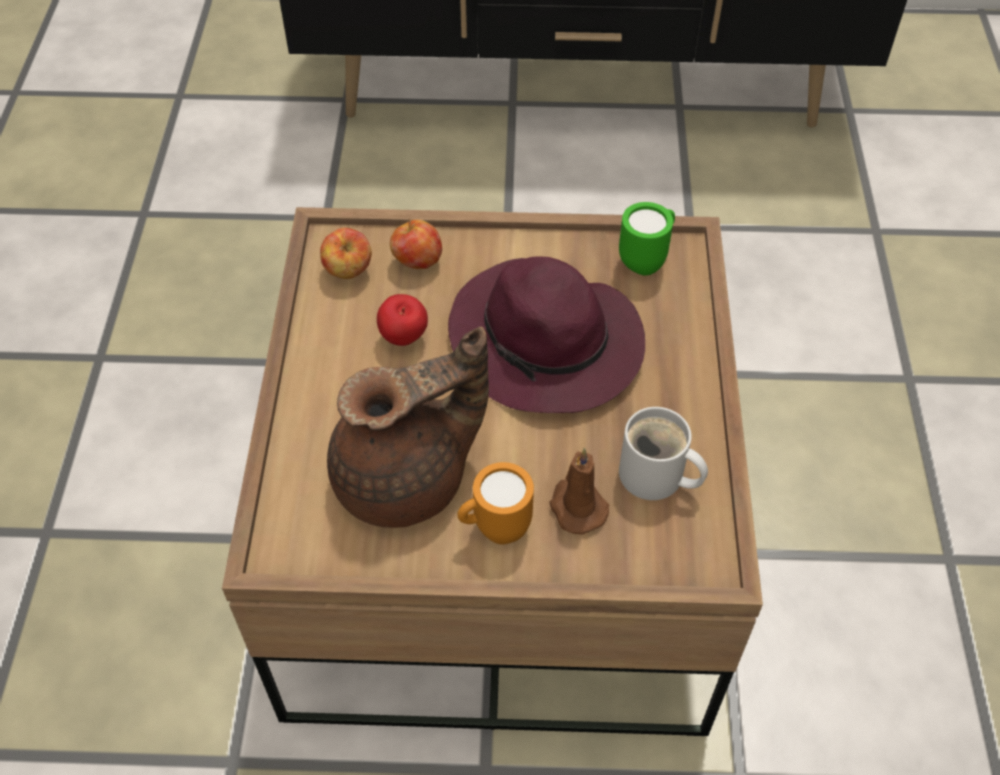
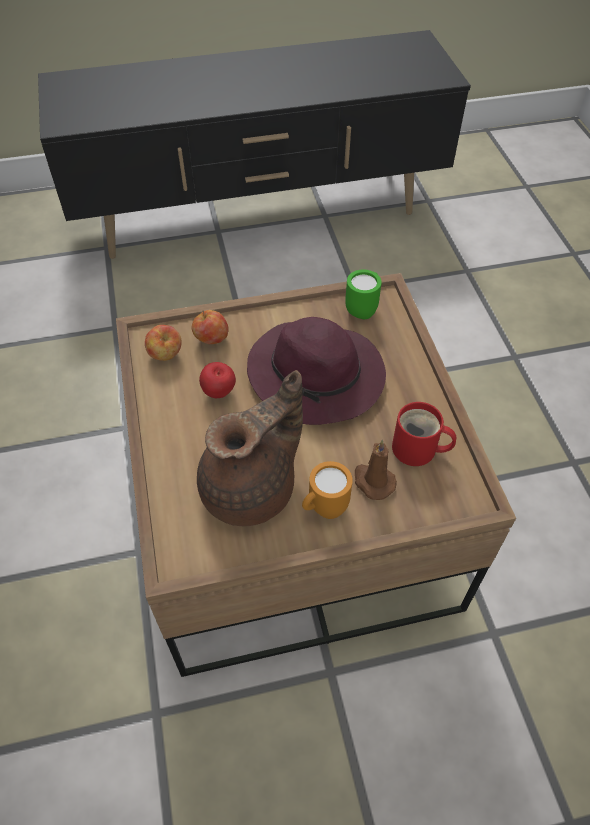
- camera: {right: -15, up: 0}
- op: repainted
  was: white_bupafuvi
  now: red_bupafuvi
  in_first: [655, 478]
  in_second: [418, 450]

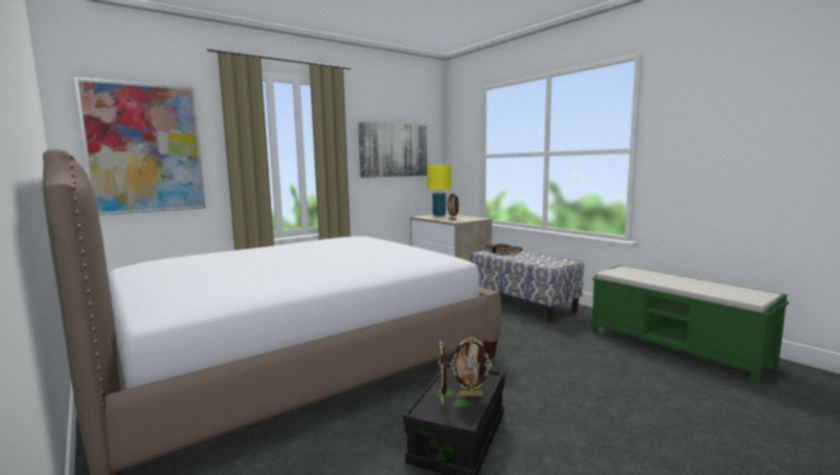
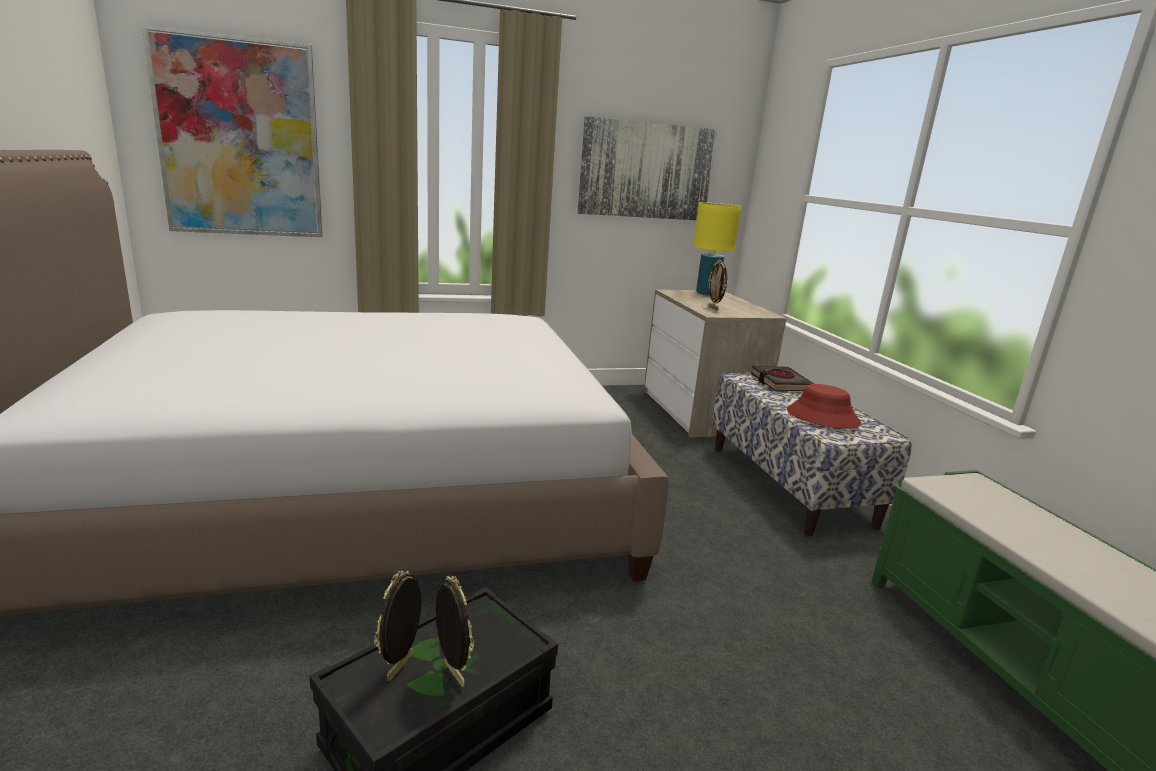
- camera: {right: 20, up: 10}
- op: rotated
  was: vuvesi
  in_first: [470, 395]
  in_second: [452, 674]
  clockwise: -150
- op: new
  now: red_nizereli
  in_second: [822, 417]

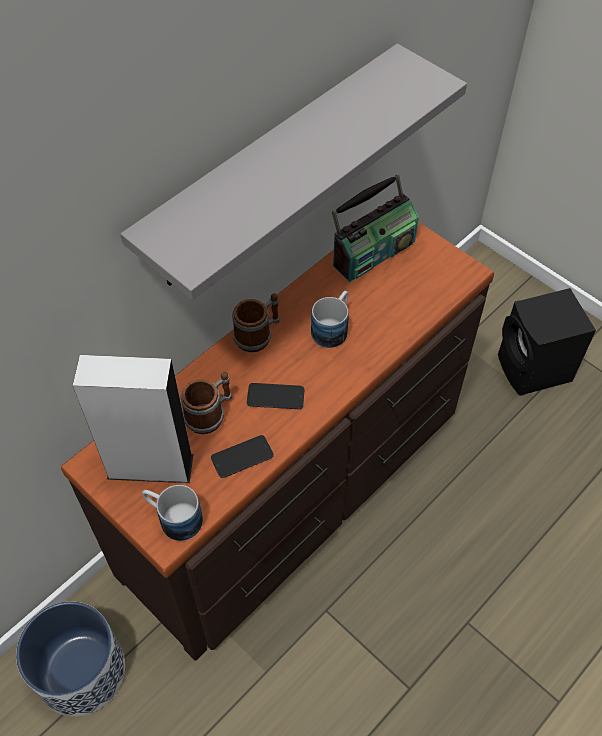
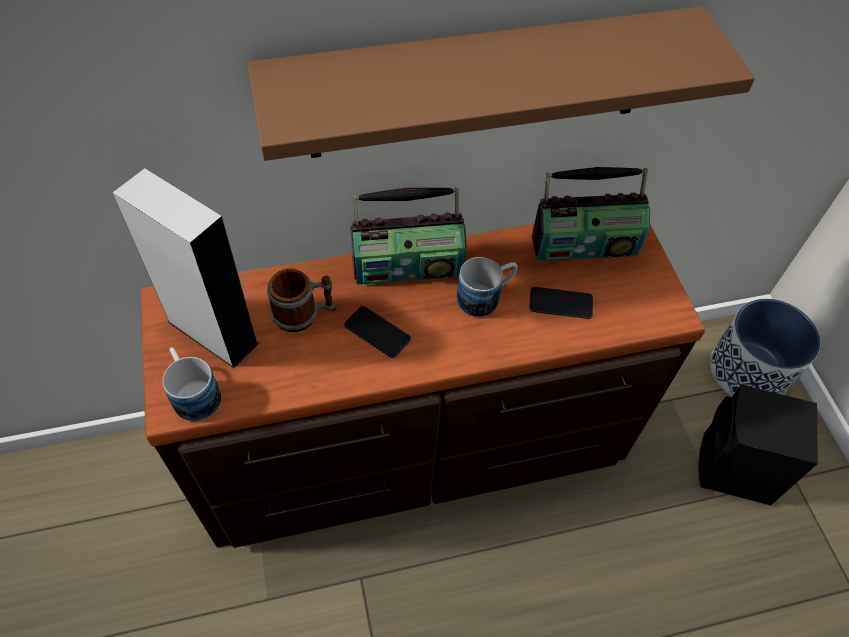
- camera: {right: 30, up: 0}
- op: shifted
  was: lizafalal
  in_first: [82, 671]
  in_second: [748, 371]
- op: repainted
  was: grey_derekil
  now: brown_derekil
  in_first: [272, 169]
  in_second: [480, 85]
- op: shifted
  was: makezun
  in_first: [242, 457]
  in_second: [560, 303]
- op: swapped
  was: bupafuvi
  now: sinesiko
  in_first: [258, 335]
  in_second: [407, 265]

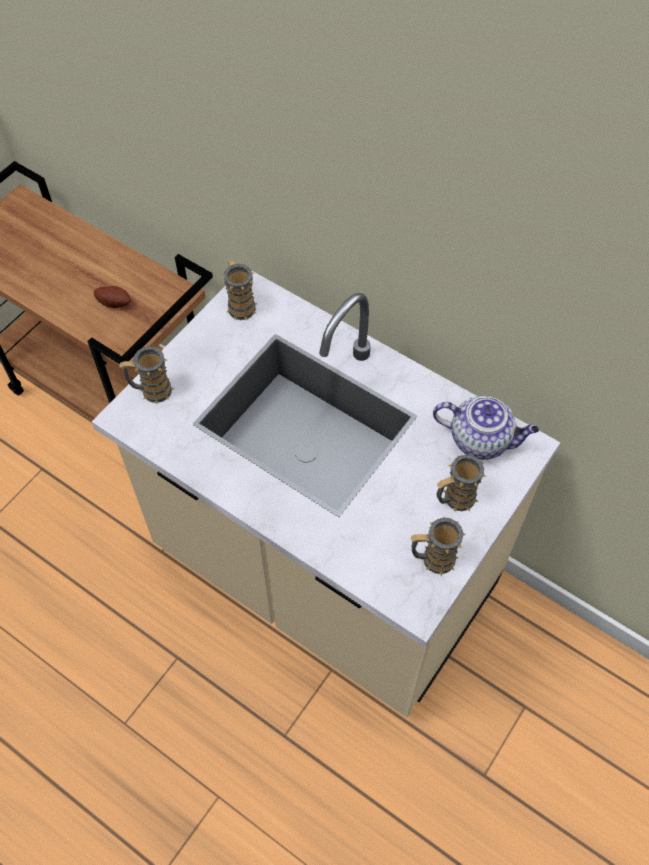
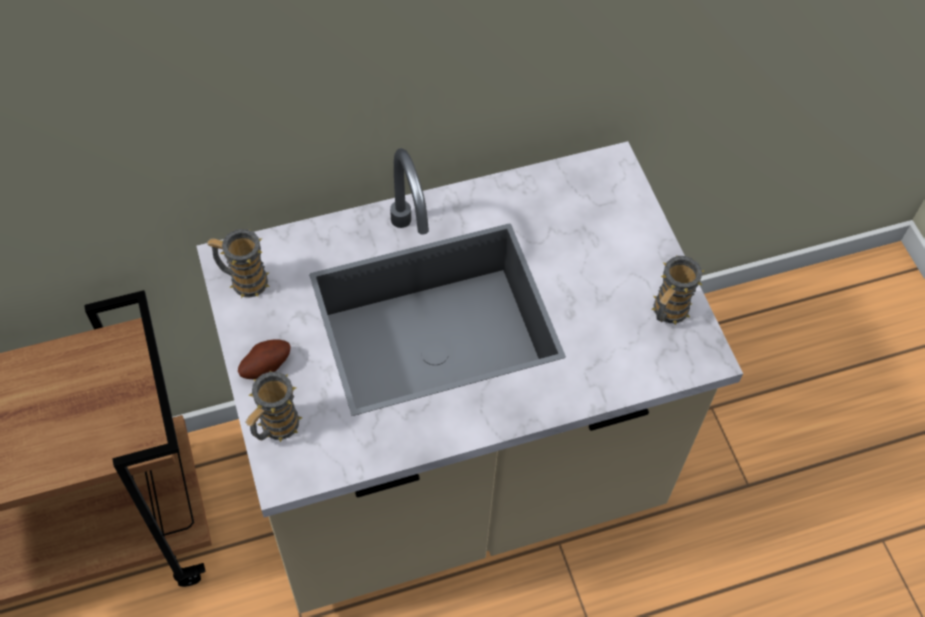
- camera: {right: -55, up: 0}
- op: shifted
  was: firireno
  in_first: [114, 302]
  in_second: [265, 366]
- op: gone
  was: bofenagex
  in_first: [481, 440]
- op: gone
  was: bupafuvi
  in_first: [454, 499]

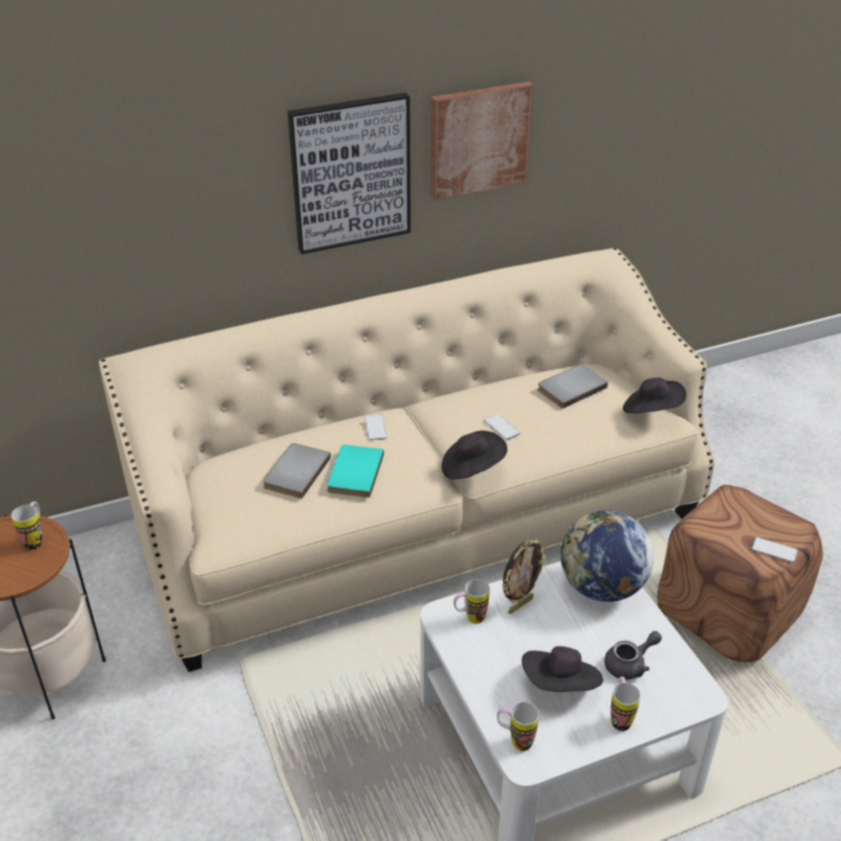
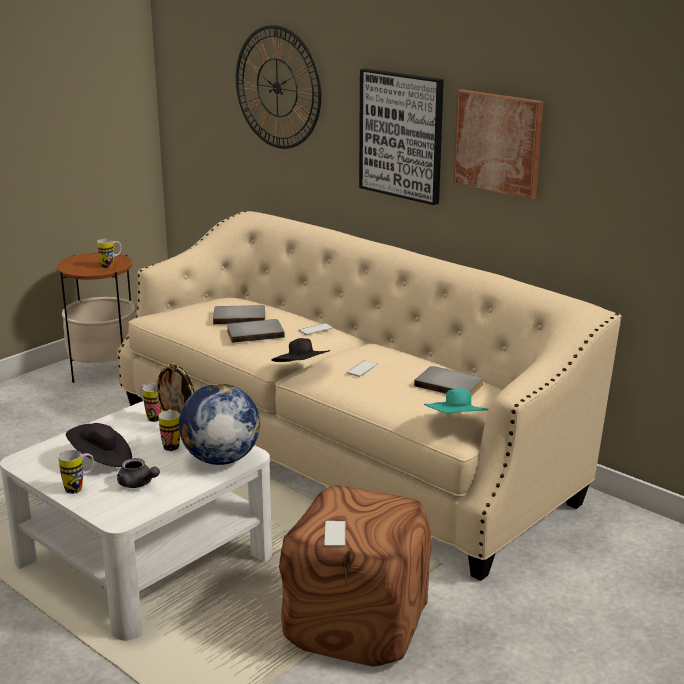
- camera: {right: 65, up: -15}
- op: repainted
  was: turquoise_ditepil
  now: grey_ditepil
  in_first: [353, 473]
  in_second: [254, 332]
- op: shifted
  was: bupafuvi
  in_first: [515, 740]
  in_second: [171, 444]
- op: repainted
  was: black_nizereli
  now: turquoise_nizereli
  in_first: [651, 411]
  in_second: [457, 424]
- op: new
  now: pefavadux
  in_second: [277, 87]

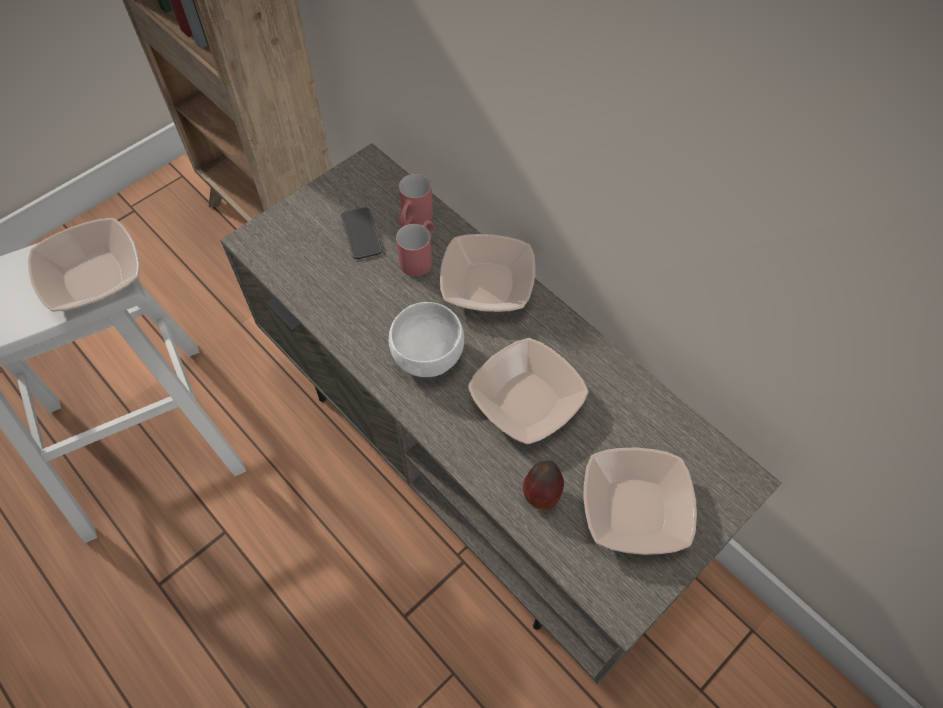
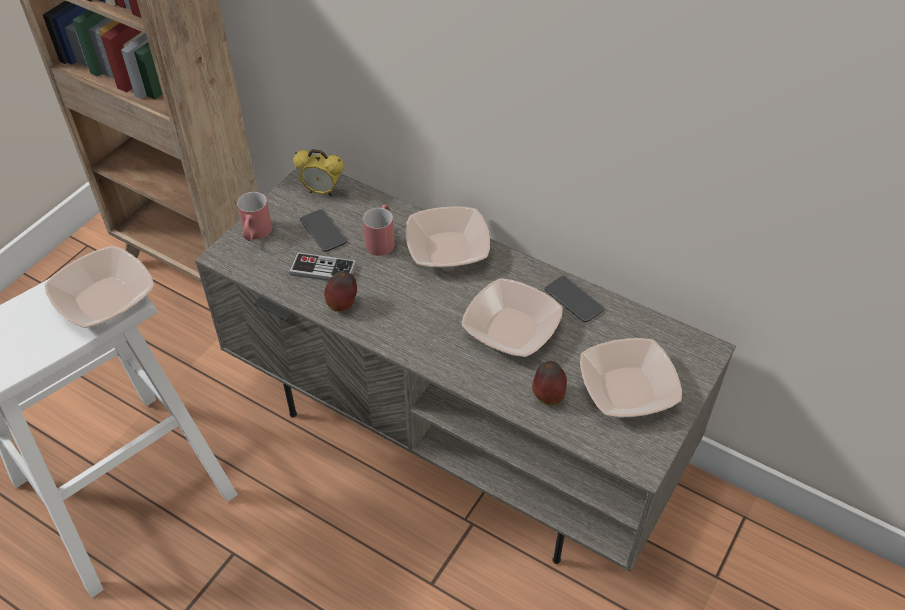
- camera: {right: -15, up: -10}
- op: gone
  was: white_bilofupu
  in_first: [427, 356]
- op: shifted
  was: red_bupafuvi
  in_first: [413, 220]
  in_second: [255, 234]
- op: new
  now: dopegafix
  in_second: [323, 269]
- op: new
  now: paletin
  in_second: [322, 191]
- op: new
  now: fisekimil
  in_second: [343, 305]
- op: new
  now: makezun
  in_second: [574, 300]

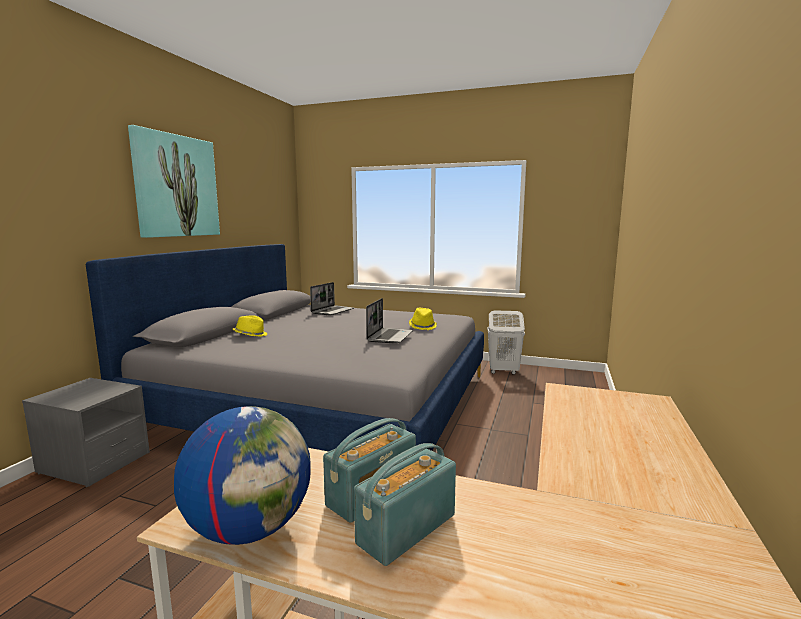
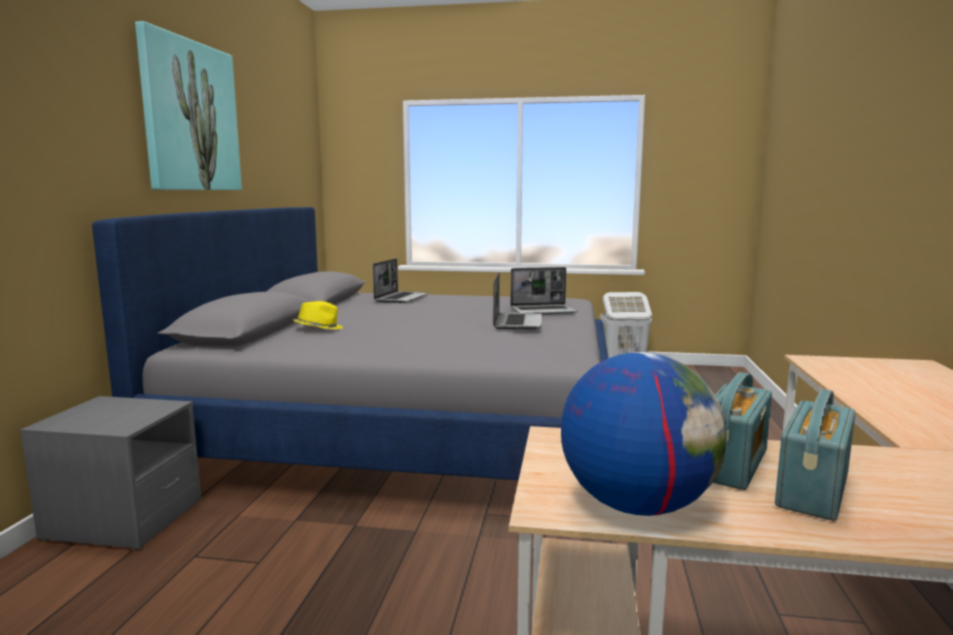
- camera: {right: -10, up: 0}
- op: swapped
  was: yellow_nizereli
  now: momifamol
  in_first: [423, 326]
  in_second: [543, 311]

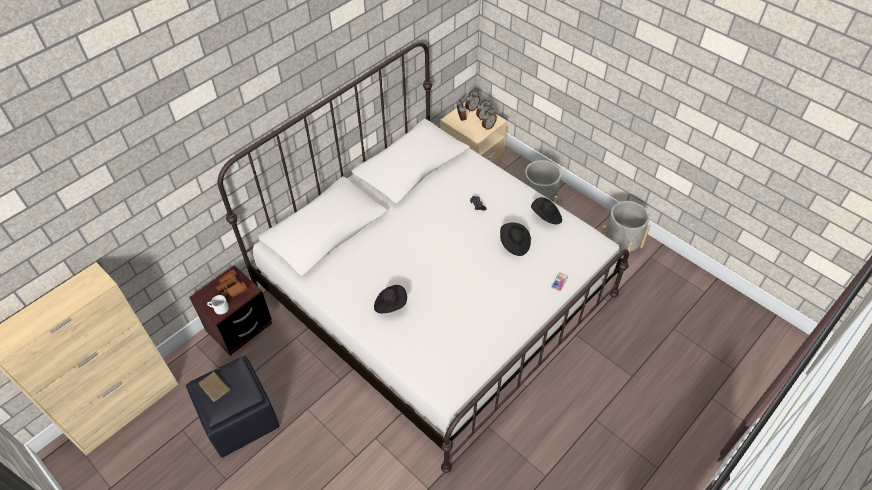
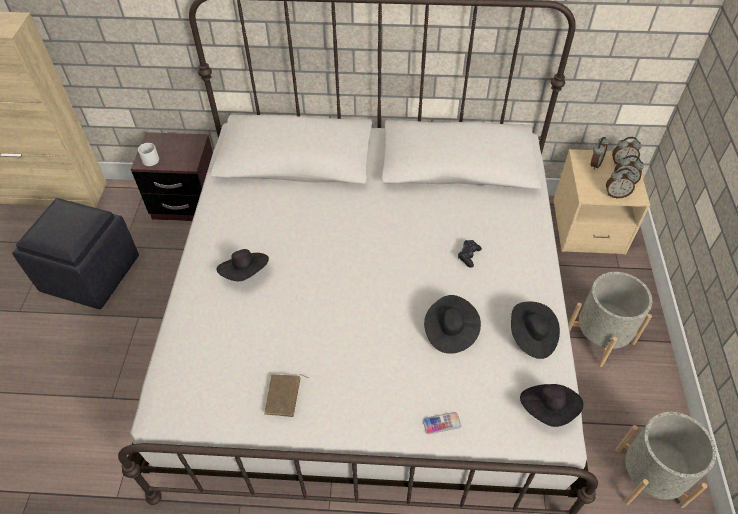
- camera: {right: 50, up: 0}
- op: shifted
  was: brown_ditepil
  in_first: [215, 387]
  in_second: [284, 396]
- op: gone
  was: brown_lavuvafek
  in_first: [232, 287]
- op: new
  now: black_nizereli
  in_second: [548, 409]

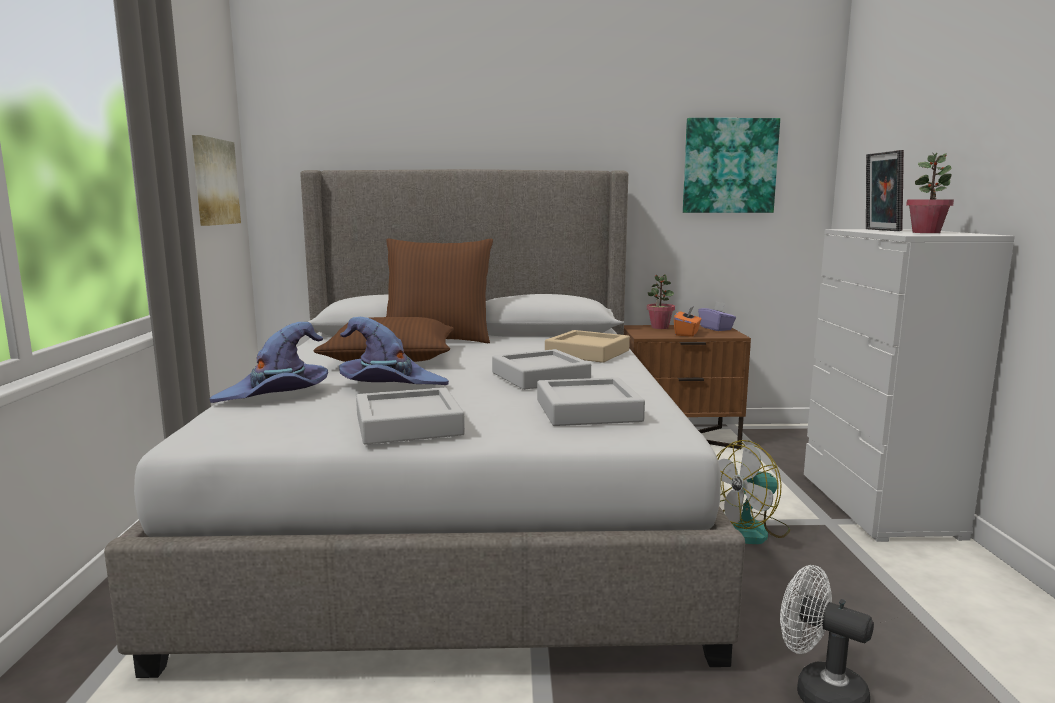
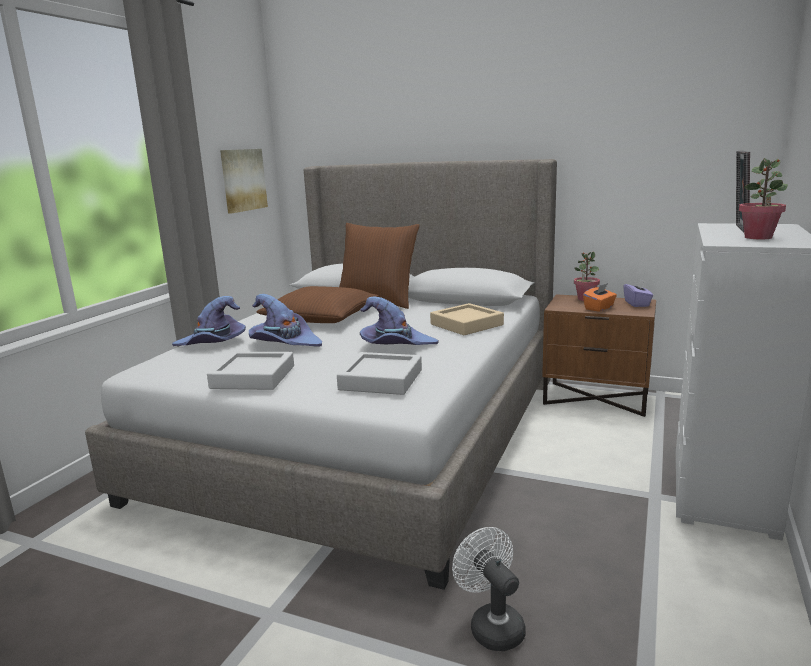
- camera: {right: 25, up: 5}
- op: swapped
  was: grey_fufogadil
  now: purple_nizereli
  in_first: [540, 377]
  in_second: [395, 345]
- op: gone
  was: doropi
  in_first: [729, 166]
- op: gone
  was: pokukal
  in_first: [748, 530]

